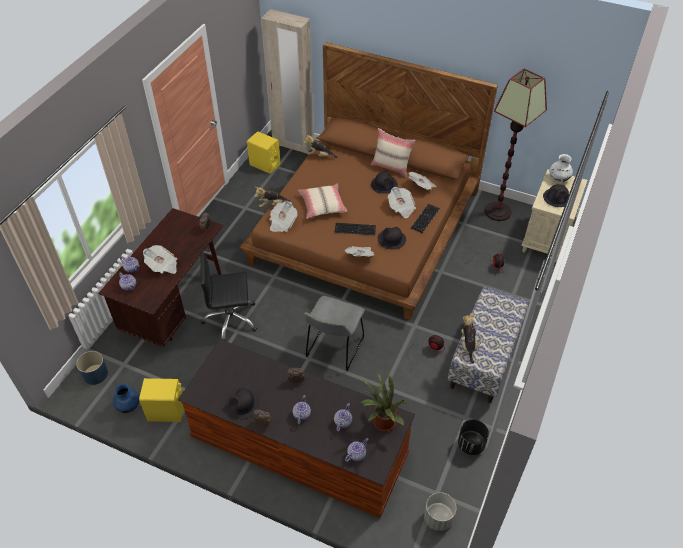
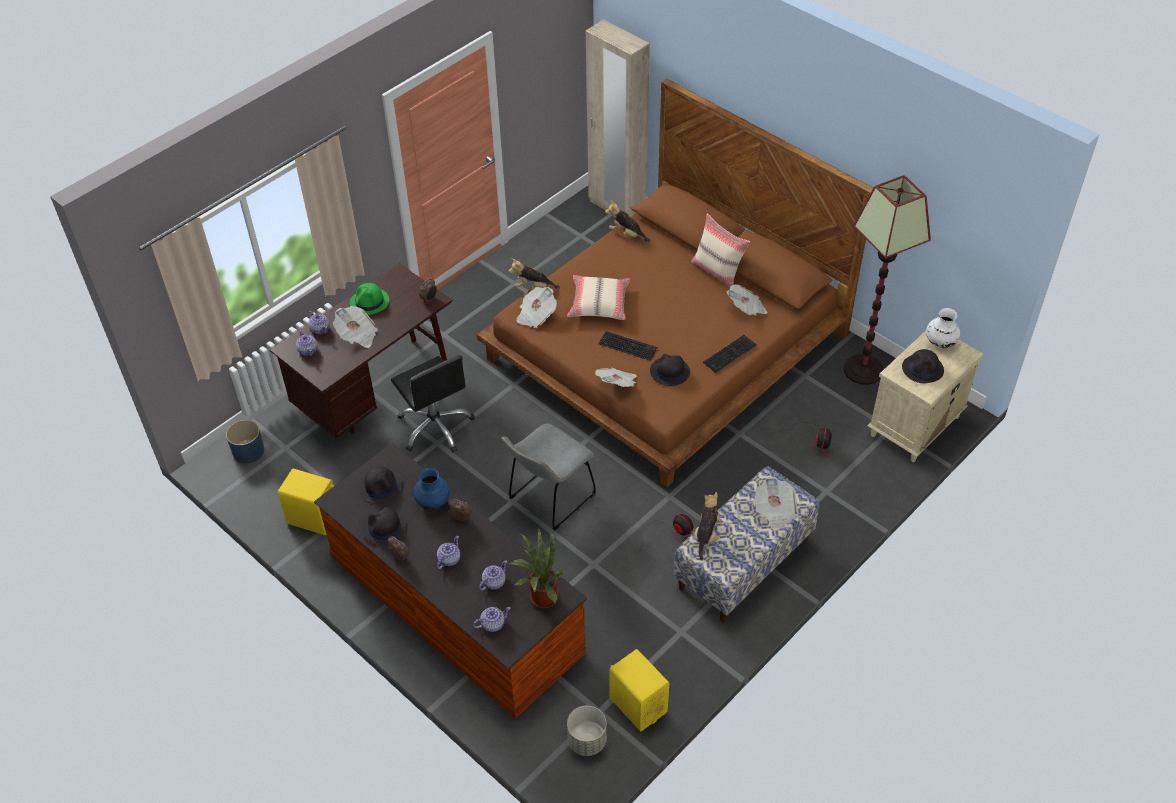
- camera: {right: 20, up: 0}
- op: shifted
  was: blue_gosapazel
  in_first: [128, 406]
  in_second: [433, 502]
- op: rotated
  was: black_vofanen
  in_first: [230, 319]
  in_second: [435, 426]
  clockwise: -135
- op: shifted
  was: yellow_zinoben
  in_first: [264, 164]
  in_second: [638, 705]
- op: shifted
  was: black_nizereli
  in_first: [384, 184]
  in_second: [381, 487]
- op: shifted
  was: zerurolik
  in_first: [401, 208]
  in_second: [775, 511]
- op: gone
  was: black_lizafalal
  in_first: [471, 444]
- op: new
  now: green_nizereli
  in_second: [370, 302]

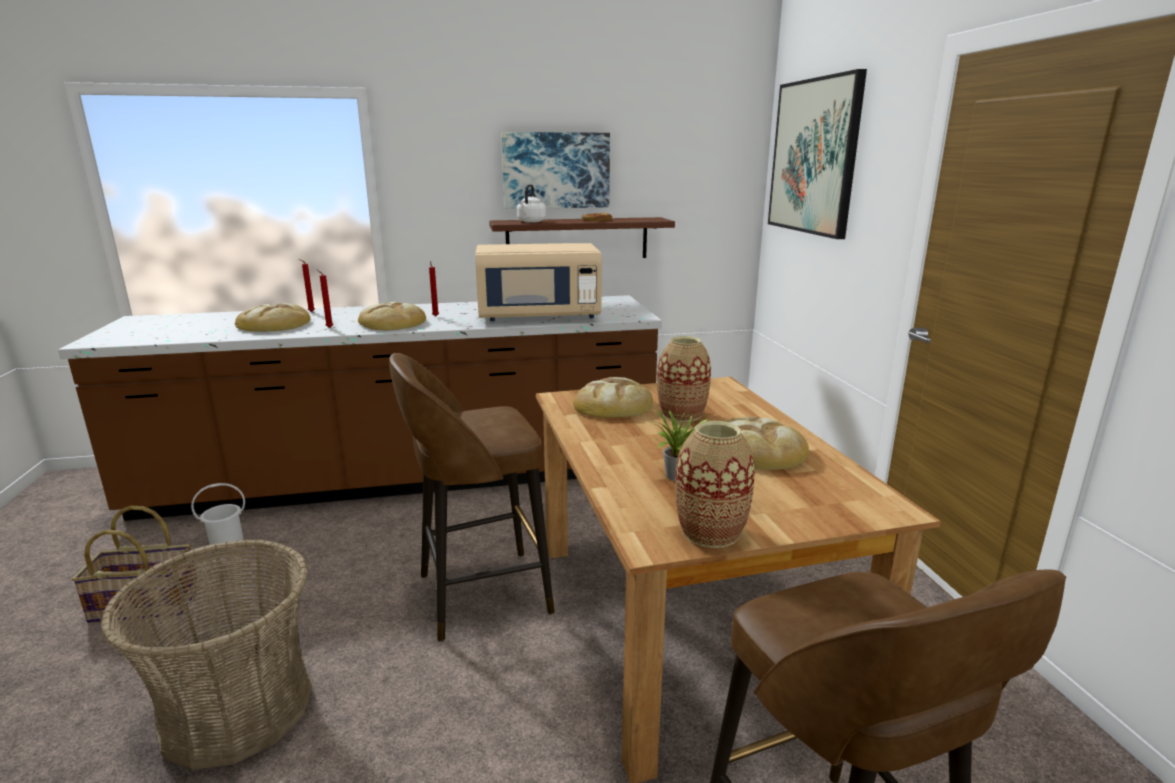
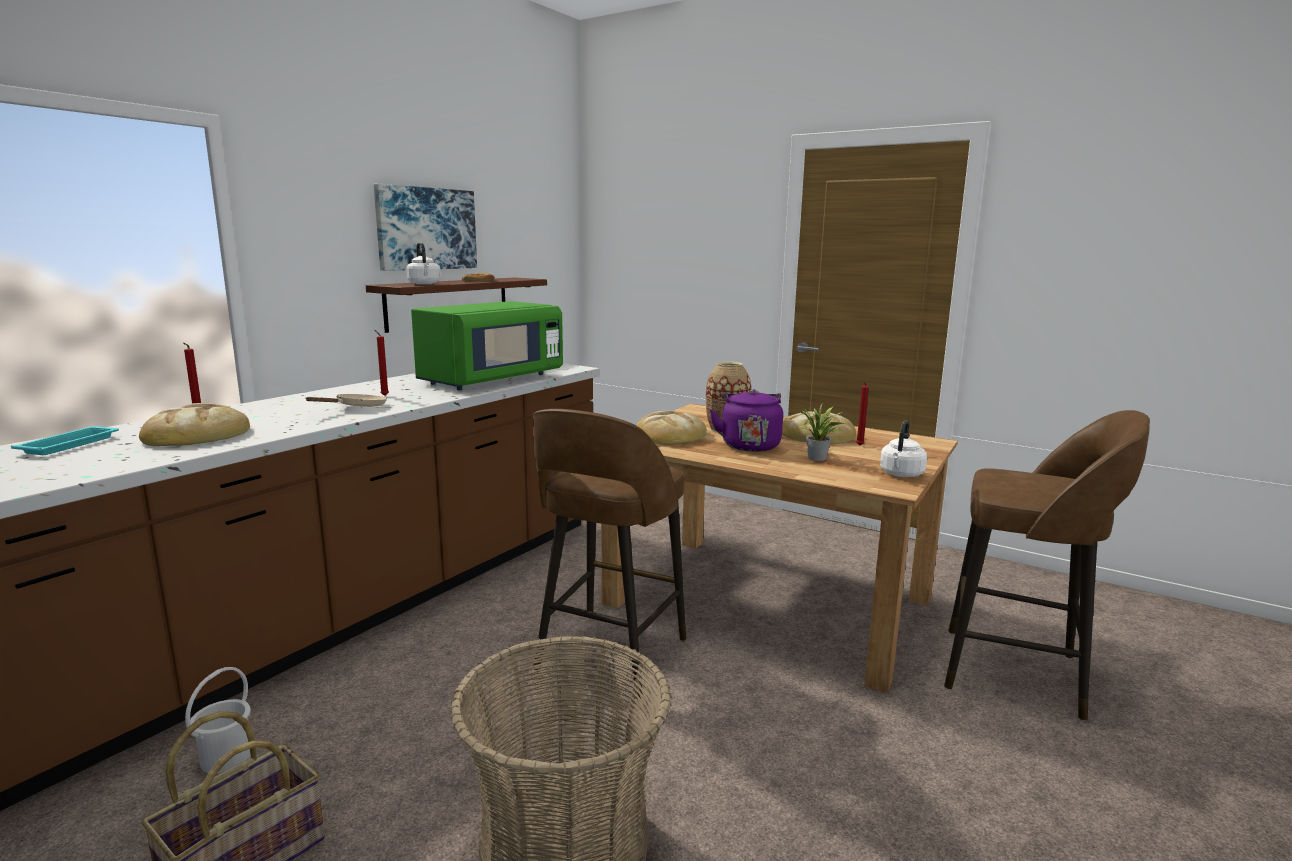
- camera: {right: -45, up: -5}
- op: shifted
  was: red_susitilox
  in_first: [328, 327]
  in_second: [858, 445]
- op: swapped
  was: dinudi
  now: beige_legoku
  in_first: [392, 323]
  in_second: [357, 407]
- op: repainted
  was: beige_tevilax
  now: green_tevilax
  in_first: [538, 316]
  in_second: [491, 380]
- op: swapped
  was: gosapazel
  now: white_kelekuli
  in_first: [710, 532]
  in_second: [901, 474]
- op: gone
  was: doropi
  in_first: [814, 157]
- op: new
  now: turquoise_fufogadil
  in_second: [71, 444]
- op: new
  now: purple_kelekuli
  in_second: [749, 445]

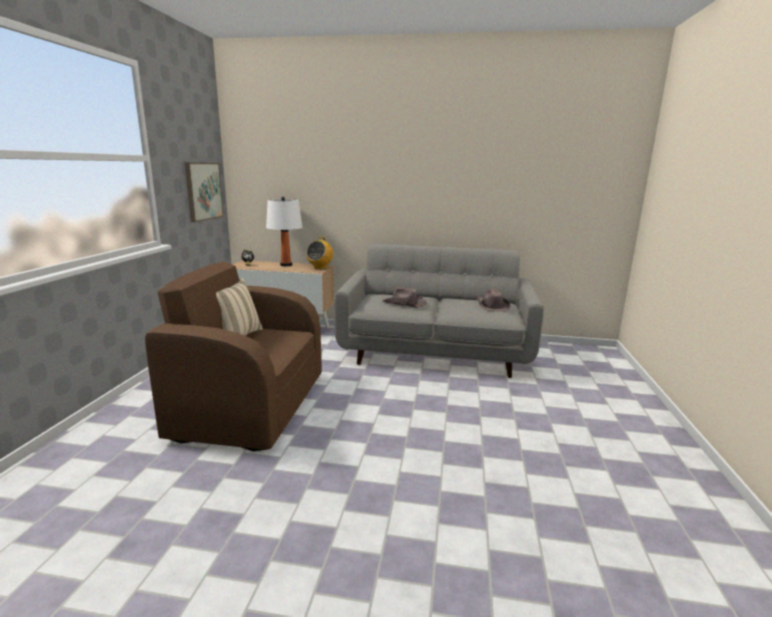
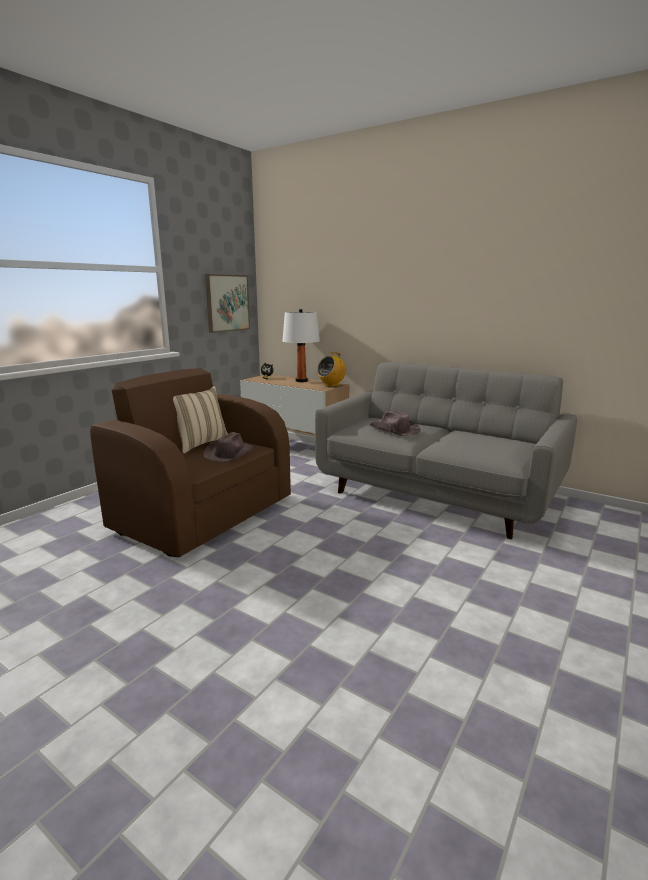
- camera: {right: 25, up: 0}
- op: shifted
  was: brown_nizereli
  in_first: [491, 305]
  in_second: [230, 454]

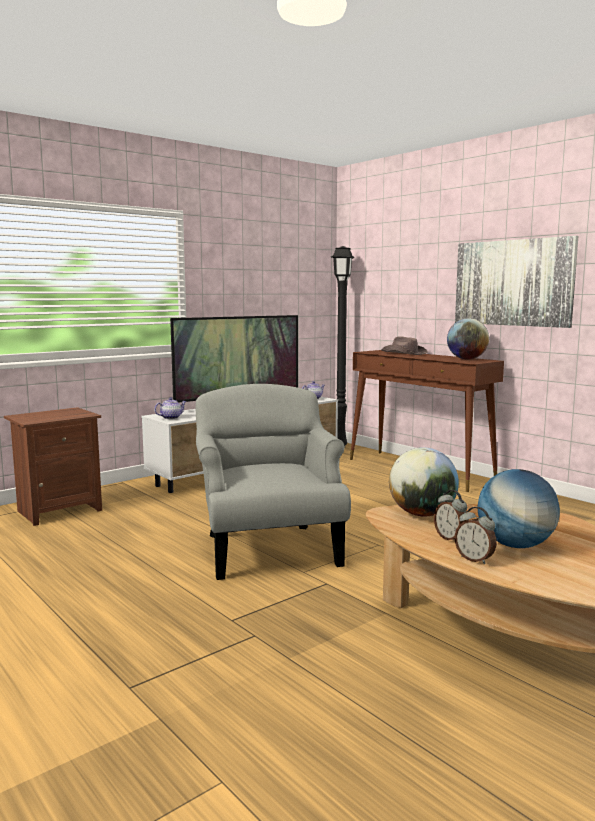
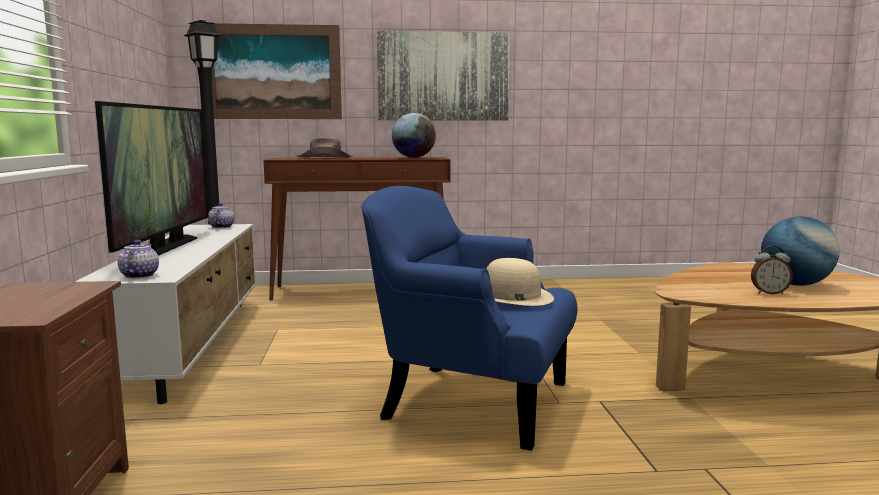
- camera: {right: -55, up: 0}
- op: repainted
  was: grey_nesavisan
  now: blue_nesavisan
  in_first: [269, 548]
  in_second: [471, 400]
- op: gone
  was: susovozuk
  in_first: [422, 514]
- op: gone
  was: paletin
  in_first: [475, 559]
- op: new
  now: doropi
  in_second: [272, 72]
- op: new
  now: beige_nizereli
  in_second: [511, 296]

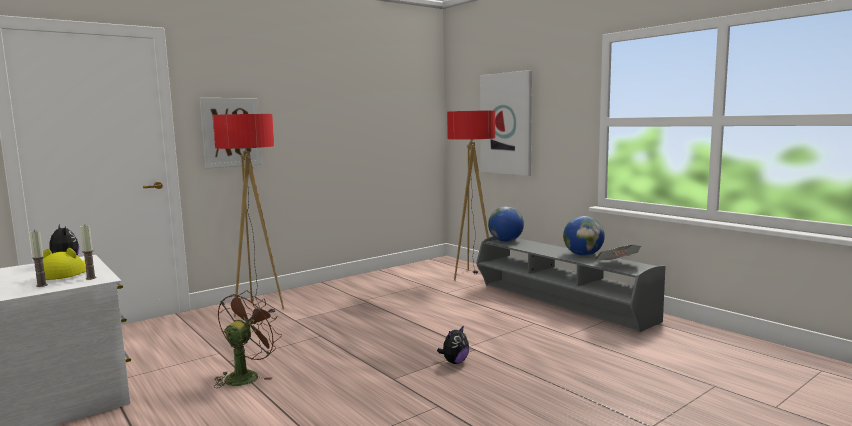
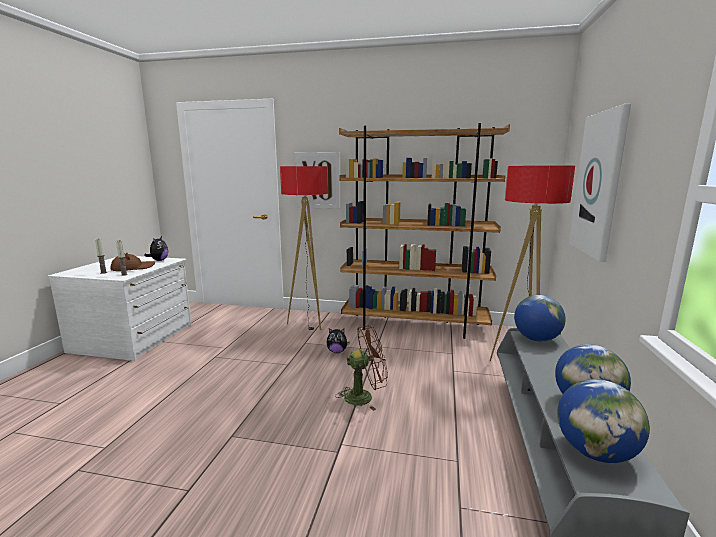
- camera: {right: 50, up: 5}
- op: repainted
  was: yellow_nizereli
  now: brown_nizereli
  in_first: [65, 274]
  in_second: [133, 268]
- op: shifted
  was: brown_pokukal
  in_first: [246, 375]
  in_second: [364, 396]
- op: shifted
  was: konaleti
  in_first: [454, 362]
  in_second: [337, 351]
- op: swapped
  was: zerurolik
  now: susovozuk
  in_first: [616, 265]
  in_second: [595, 452]
- op: new
  now: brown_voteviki
  in_second: [414, 326]

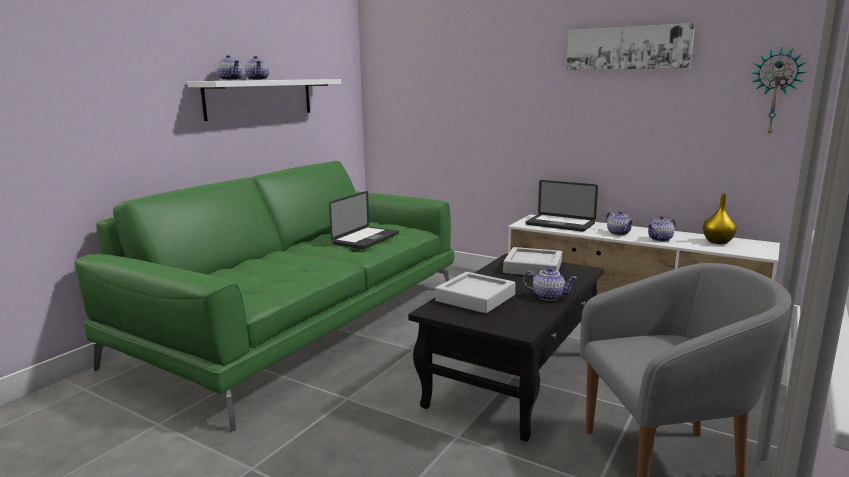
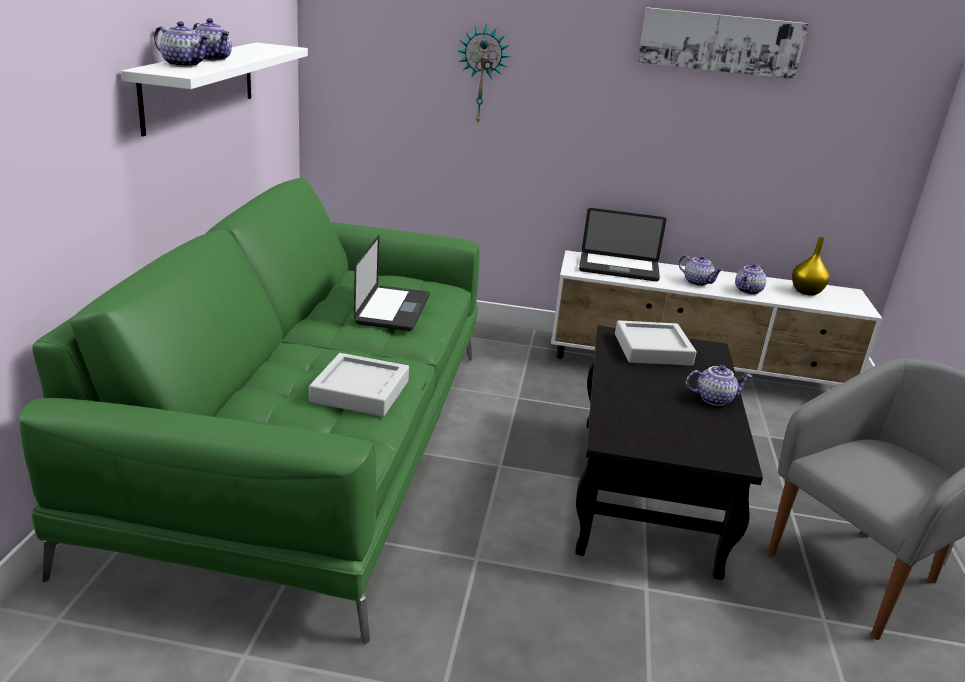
- camera: {right: -25, up: 10}
- op: shifted
  was: grey_fufogadil
  in_first: [475, 298]
  in_second: [360, 391]
- op: shifted
  was: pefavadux
  in_first: [775, 92]
  in_second: [482, 75]

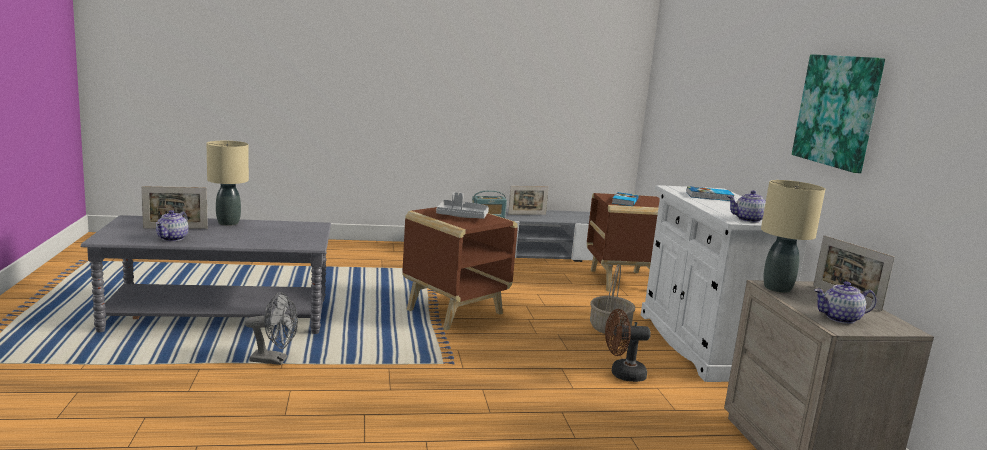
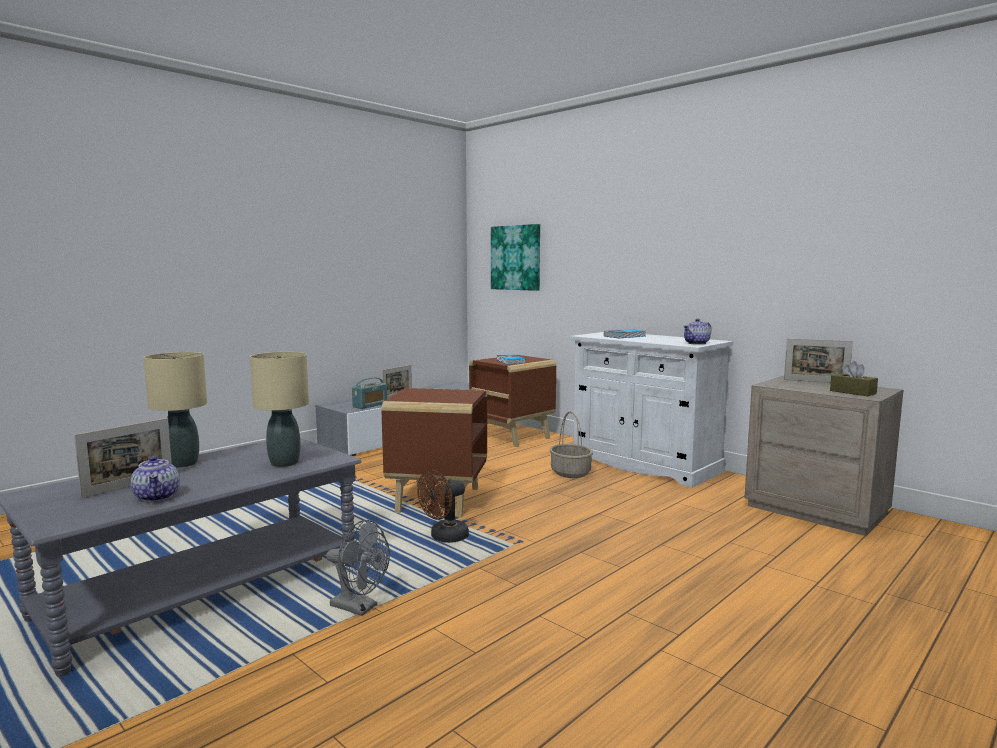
- camera: {right: -35, up: -5}
- op: rotated
  was: grey_pokukal
  in_first: [274, 360]
  in_second: [360, 607]
  clockwise: 60
- op: gone
  was: grey_fufogadil
  in_first: [462, 216]
- op: shifted
  was: brown_pokukal
  in_first: [622, 374]
  in_second: [444, 538]
- op: shifted
  was: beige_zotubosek
  in_first: [777, 288]
  in_second: [284, 463]
- op: shifted
  was: doropi
  in_first: [838, 111]
  in_second: [516, 257]
- op: swapped
  was: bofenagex
  now: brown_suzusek
  in_first: [840, 319]
  in_second: [852, 392]

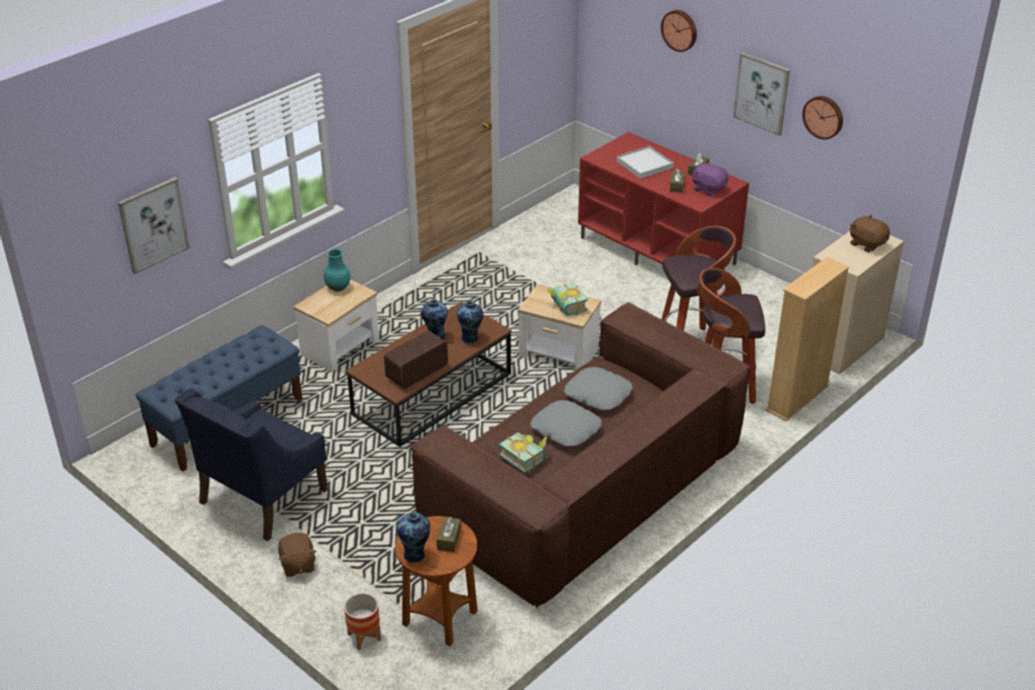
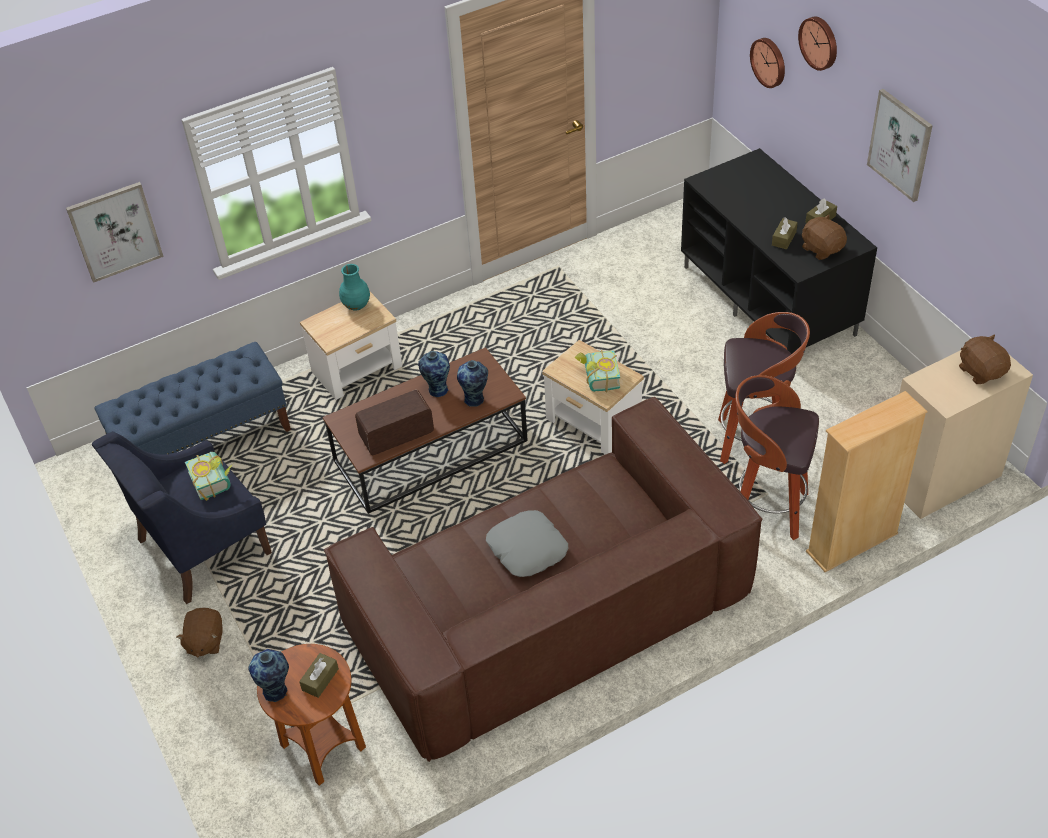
- camera: {right: 20, up: 10}
- op: gone
  was: lizafalal
  in_first: [364, 637]
- op: shifted
  was: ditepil
  in_first: [525, 457]
  in_second: [215, 480]
- op: gone
  was: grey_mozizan
  in_first: [597, 395]
- op: repainted
  was: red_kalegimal
  now: black_kalegimal
  in_first: [659, 251]
  in_second: [770, 300]
- op: gone
  was: white_fufogadil
  in_first: [644, 164]
- op: repainted
  was: purple_konaleti
  now: brown_konaleti
  in_first: [708, 189]
  in_second: [822, 249]
- op: shifted
  was: pefavadux
  in_first: [824, 116]
  in_second: [769, 62]

